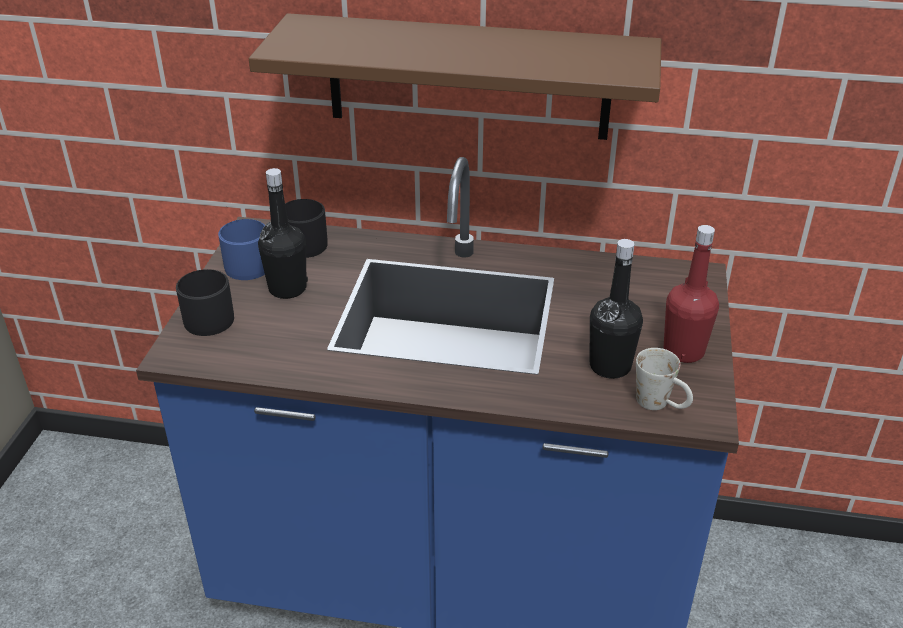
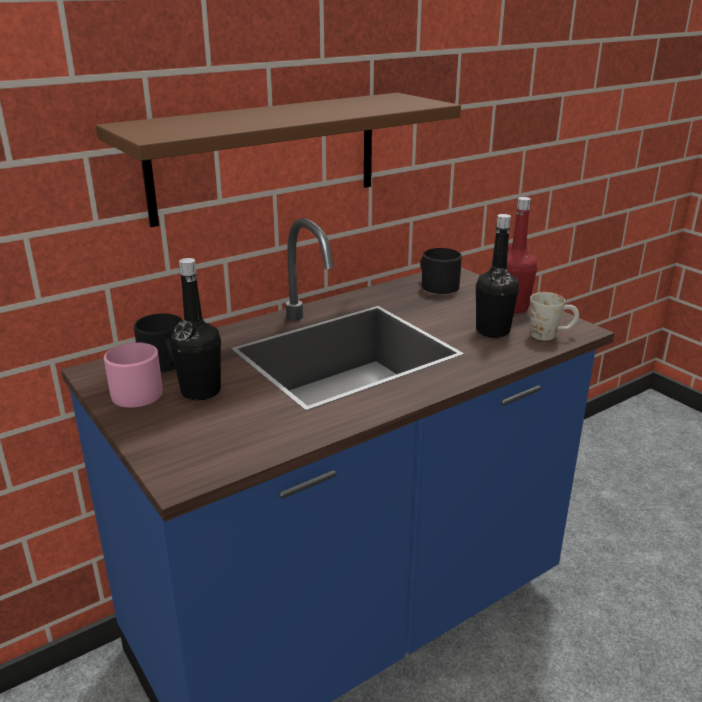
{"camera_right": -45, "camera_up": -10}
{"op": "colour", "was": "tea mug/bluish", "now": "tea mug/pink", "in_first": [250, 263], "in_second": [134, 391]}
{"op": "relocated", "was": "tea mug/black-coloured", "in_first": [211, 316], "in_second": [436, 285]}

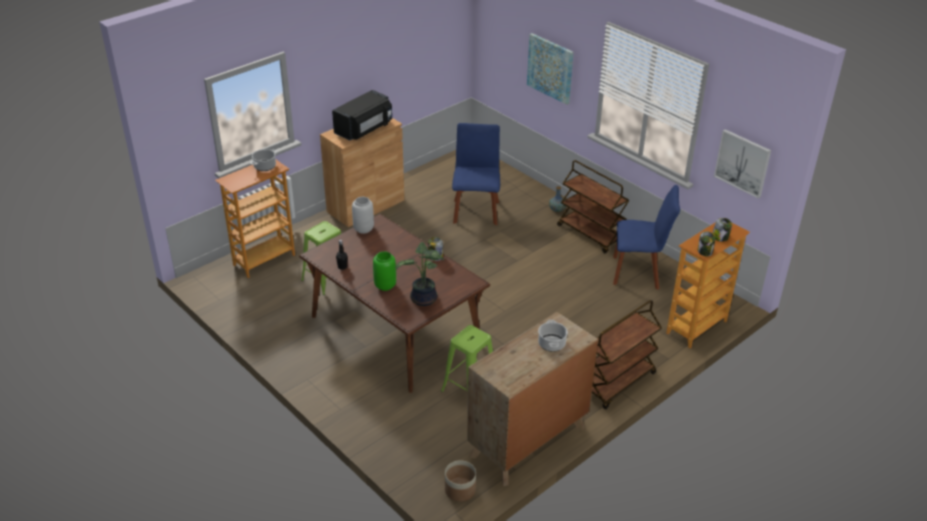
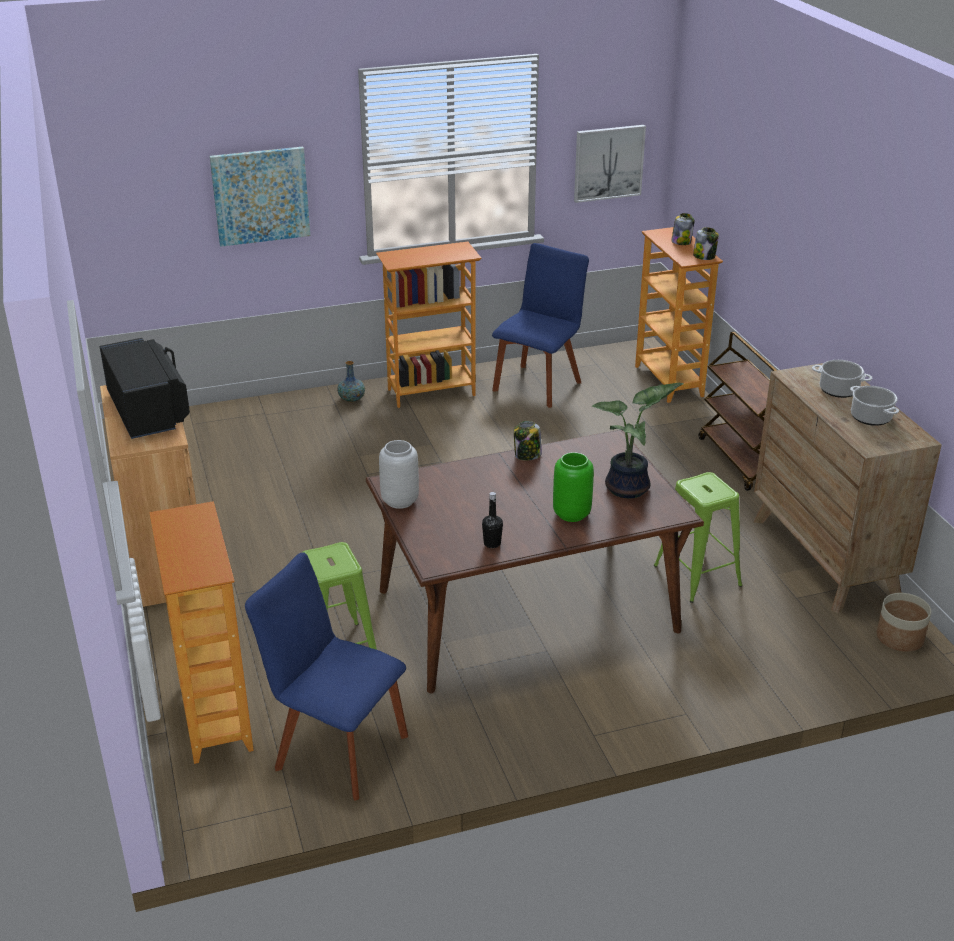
{"camera_right": -65, "camera_up": -5}
{"op": "relocated", "was": "plain chair/bluish", "in_first": [476, 210], "in_second": [336, 749]}
{"op": "relocated", "was": "cooking pot", "in_first": [265, 166], "in_second": [870, 417]}
{"op": "exchanged", "was": "trolley/brownish", "now": "bookcase", "in_first": [591, 234], "in_second": [431, 392]}

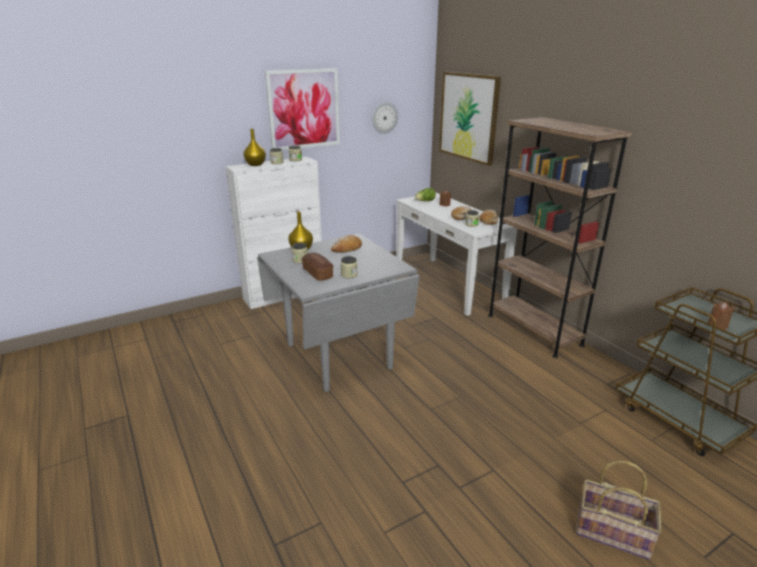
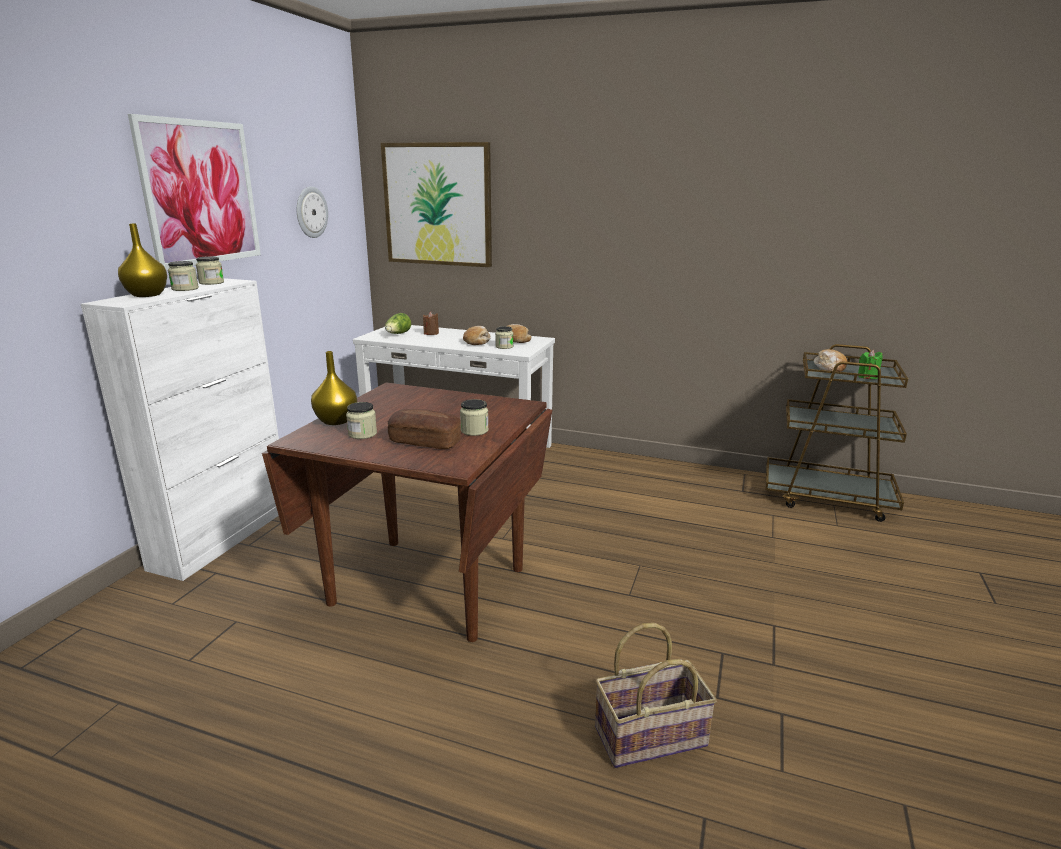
{"camera_right": -40, "camera_up": -5}
{"op": "missing", "was": "bookcase/brownish", "in_first": [533, 330]}
{"op": "colour", "was": "dining table/grey", "now": "dining table/brownish", "in_first": [339, 355], "in_second": [429, 584]}
{"op": "relocated", "was": "bread", "in_first": [347, 249], "in_second": [830, 368]}
{"op": "colour", "was": "wax candle/brownish", "now": "wax candle/green", "in_first": [717, 325], "in_second": [867, 377]}
{"op": "relocated", "was": "household basket", "in_first": [613, 531], "in_second": [650, 734]}

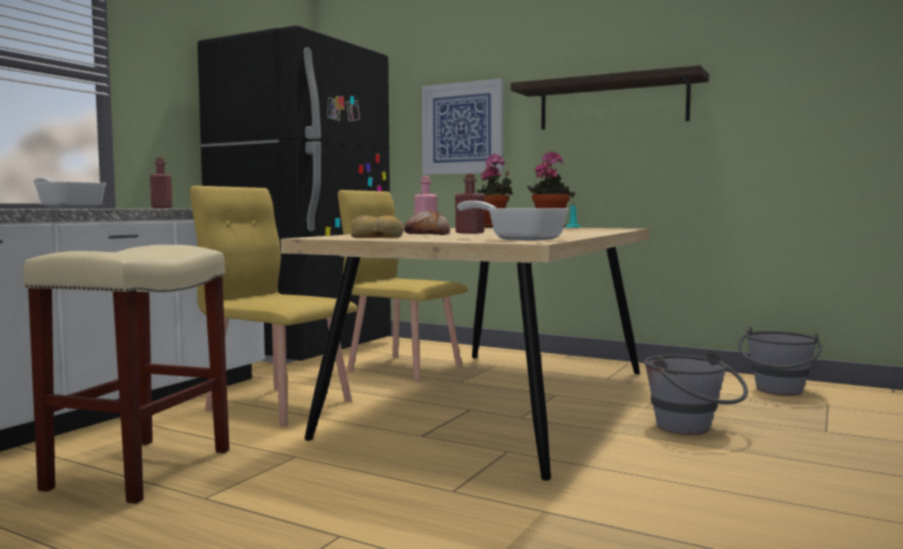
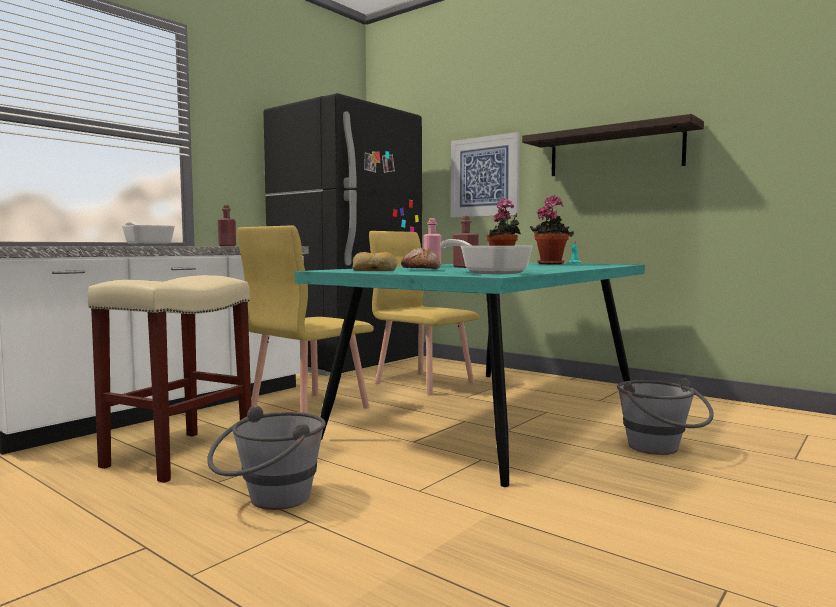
{"camera_right": 10, "camera_up": 0}
{"op": "spun", "was": "plain chair/yellowish", "in_first": [279, 404], "in_second": [308, 409], "clockwise": -90}
{"op": "colour", "was": "dining table/beige-coloured", "now": "dining table/blue-green", "in_first": [499, 400], "in_second": [494, 414]}
{"op": "relocated", "was": "bucket/grey", "in_first": [778, 392], "in_second": [269, 501]}

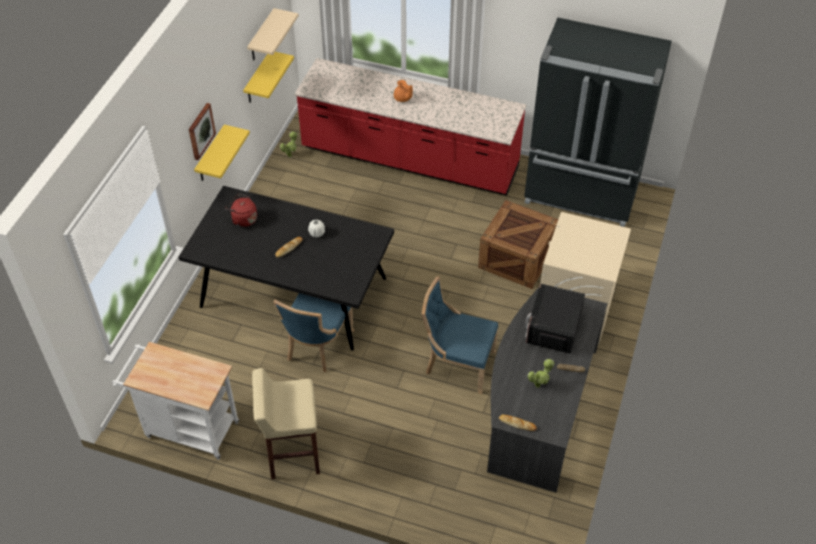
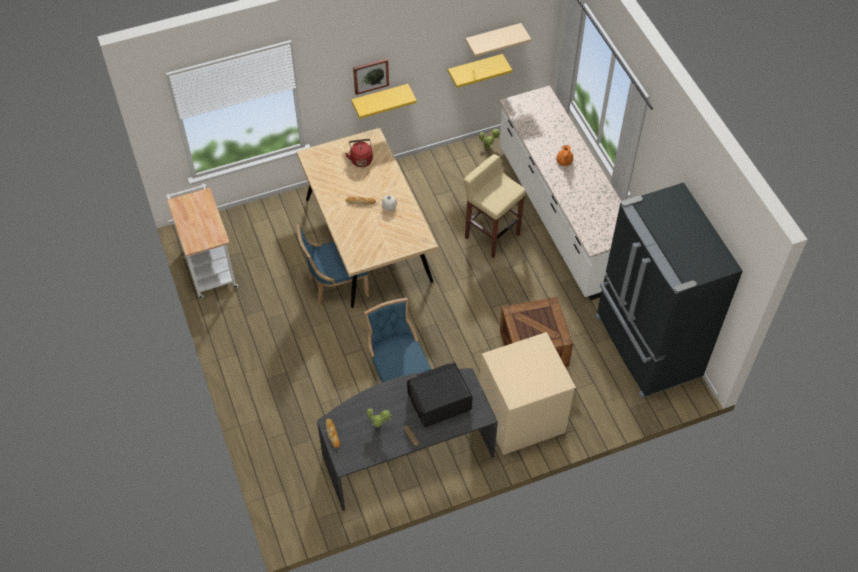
{"camera_right": 50, "camera_up": 5}
{"op": "colour", "was": "counter/red-coloured", "now": "counter/white-coloured", "in_first": [409, 159], "in_second": [561, 216]}
{"op": "colour", "was": "dining table/black-coloured", "now": "dining table/beige-coloured", "in_first": [294, 292], "in_second": [368, 240]}
{"op": "relocated", "was": "sitting stool/beige-coloured", "in_first": [292, 454], "in_second": [491, 235]}

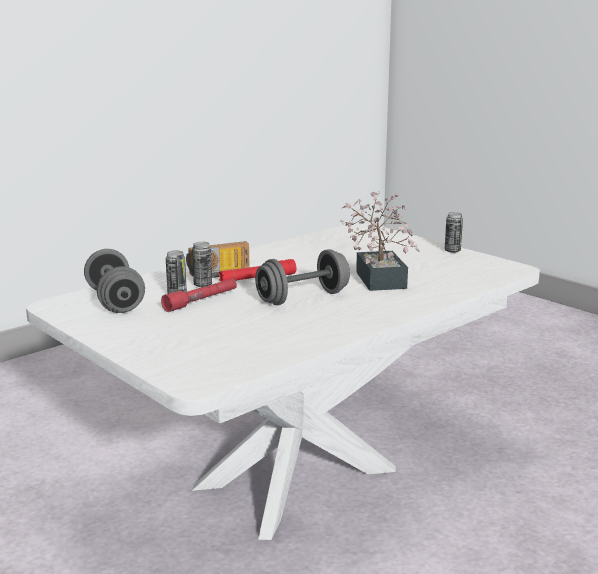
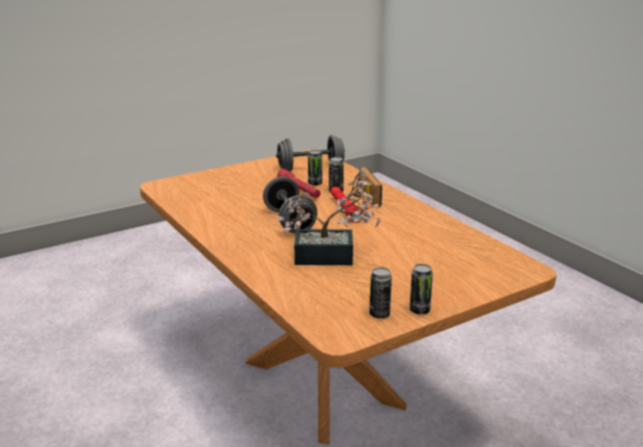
{"camera_right": 100, "camera_up": 5}
{"op": "colour", "was": "dining table/white-coloured", "now": "dining table/brownish", "in_first": [298, 479], "in_second": [322, 383]}
{"op": "appeared", "now": "metal can", "in_second": [379, 314]}

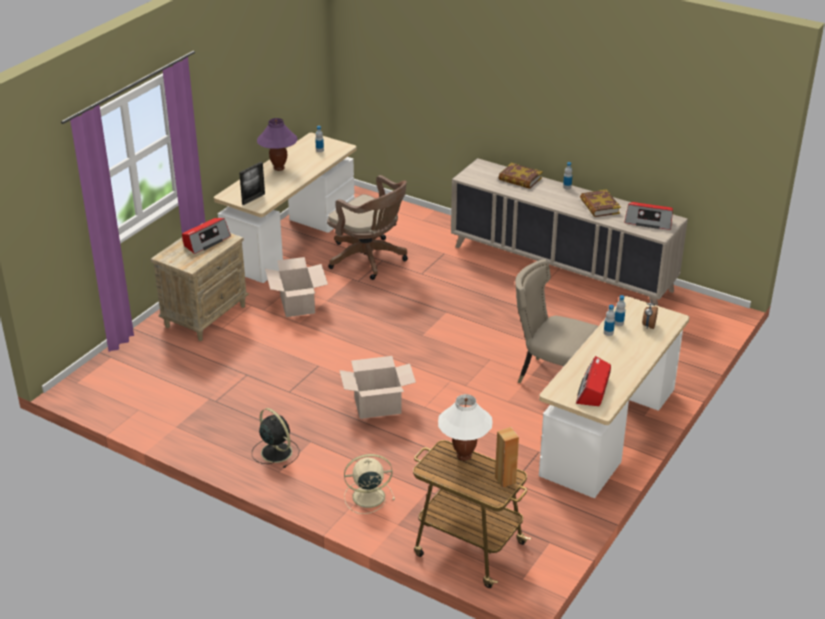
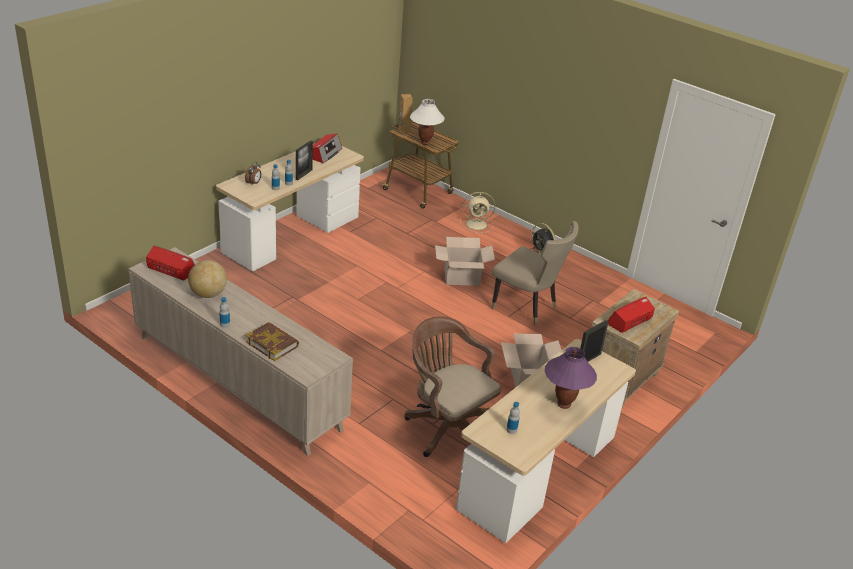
{"camera_right": -175, "camera_up": 0}
{"op": "exchanged", "was": "bound book", "now": "world globe", "in_first": [599, 206], "in_second": [208, 294]}
{"op": "relocated", "was": "plain chair/beige-coloured", "in_first": [550, 377], "in_second": [527, 308]}
{"op": "appeared", "now": "standing frame", "in_second": [304, 174]}

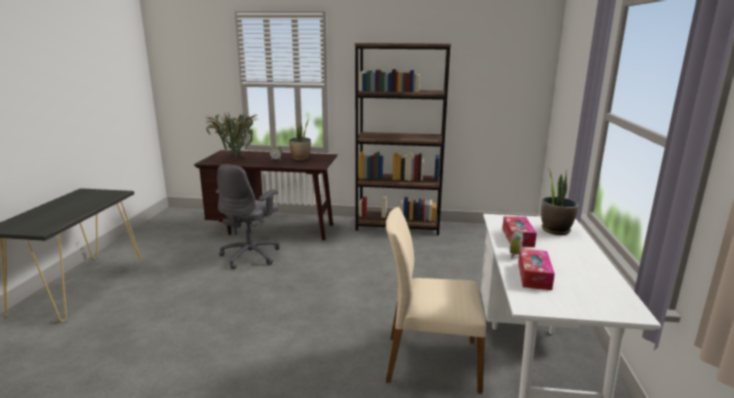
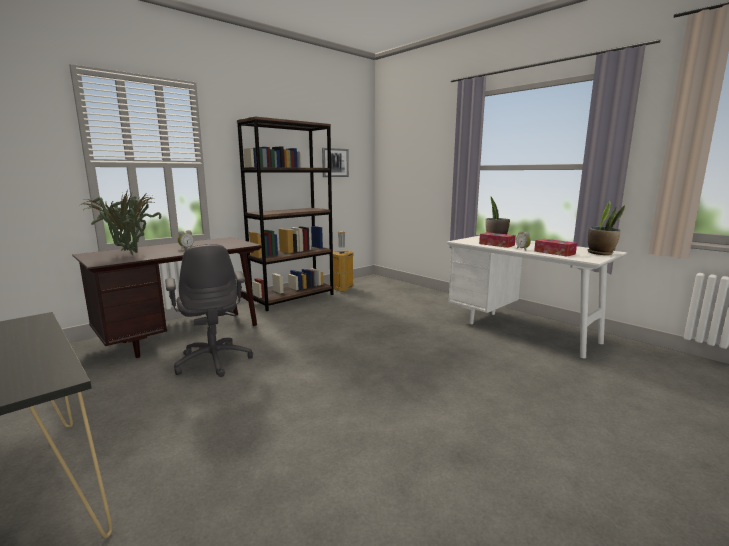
{"camera_right": -50, "camera_up": -5}
{"op": "relocated", "was": "potted plant", "in_first": [300, 158], "in_second": [600, 253]}
{"op": "missing", "was": "plain chair/beige-coloured", "in_first": [431, 361]}
{"op": "appeared", "now": "wall picture", "in_second": [335, 162]}
{"op": "appeared", "now": "trash can", "in_second": [343, 289]}

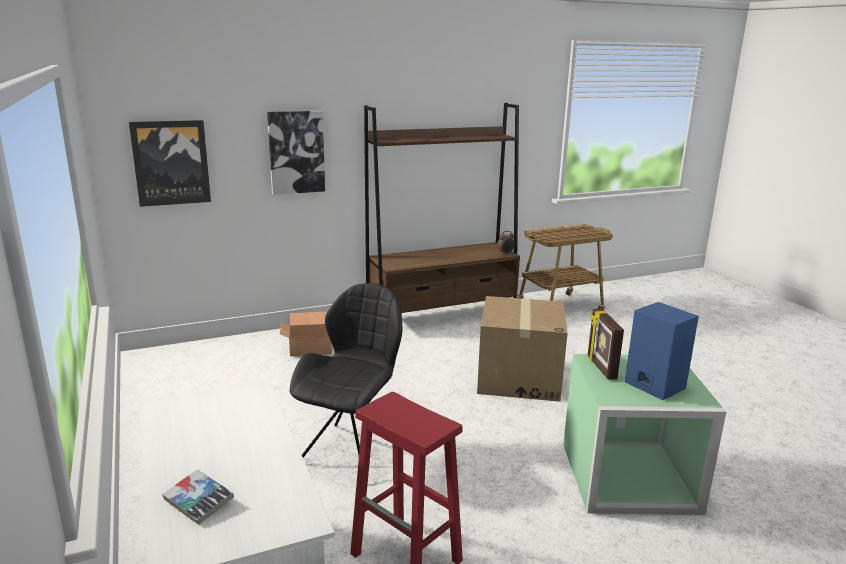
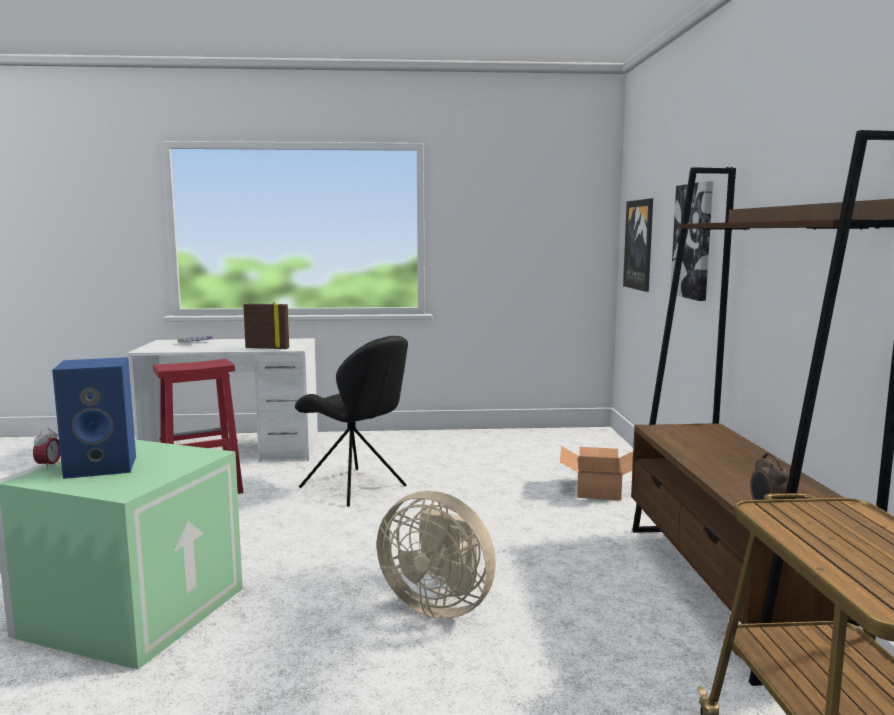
{"camera_right": 110, "camera_up": -10}
{"op": "exchanged", "was": "packing box", "now": "fan/beige-coloured", "in_first": [518, 378], "in_second": [438, 605]}
{"op": "relocated", "was": "standing frame", "in_first": [600, 368], "in_second": [267, 348]}
{"op": "appeared", "now": "bedside clock", "in_second": [49, 466]}

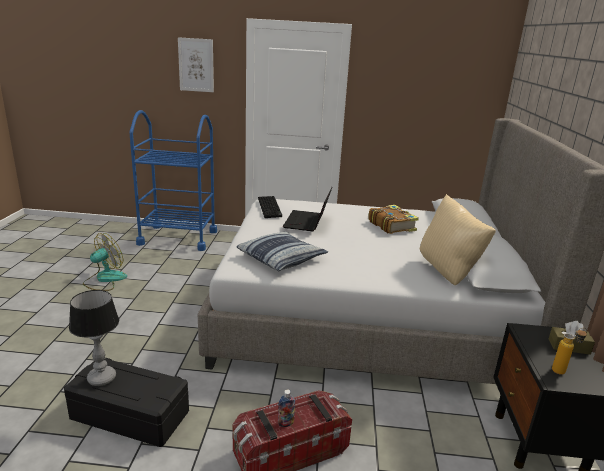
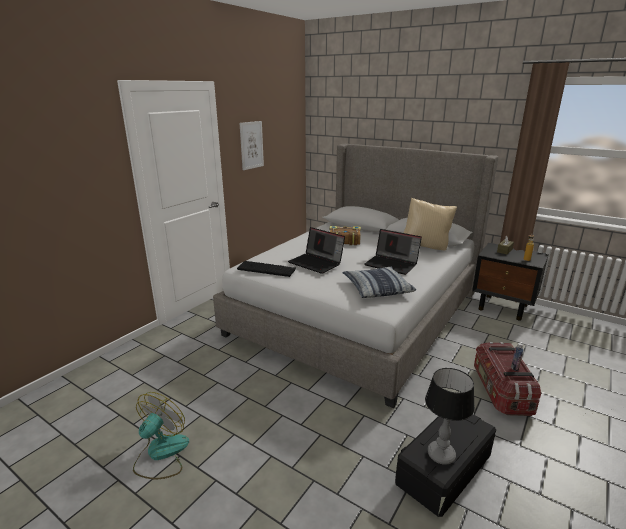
{"camera_right": -60, "camera_up": 0}
{"op": "relocated", "was": "wall picture", "in_first": [196, 65], "in_second": [251, 145]}
{"op": "missing", "was": "trolley/bluish", "in_first": [178, 237]}
{"op": "spun", "was": "fan", "in_first": [104, 279], "in_second": [161, 454], "clockwise": 45}
{"op": "appeared", "now": "notebook computer", "in_second": [392, 264]}

